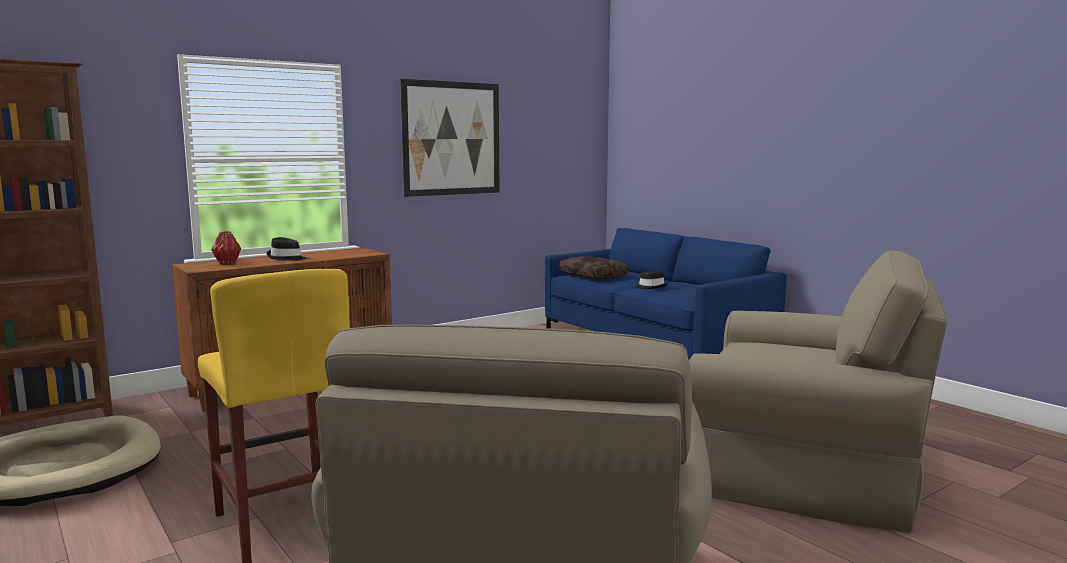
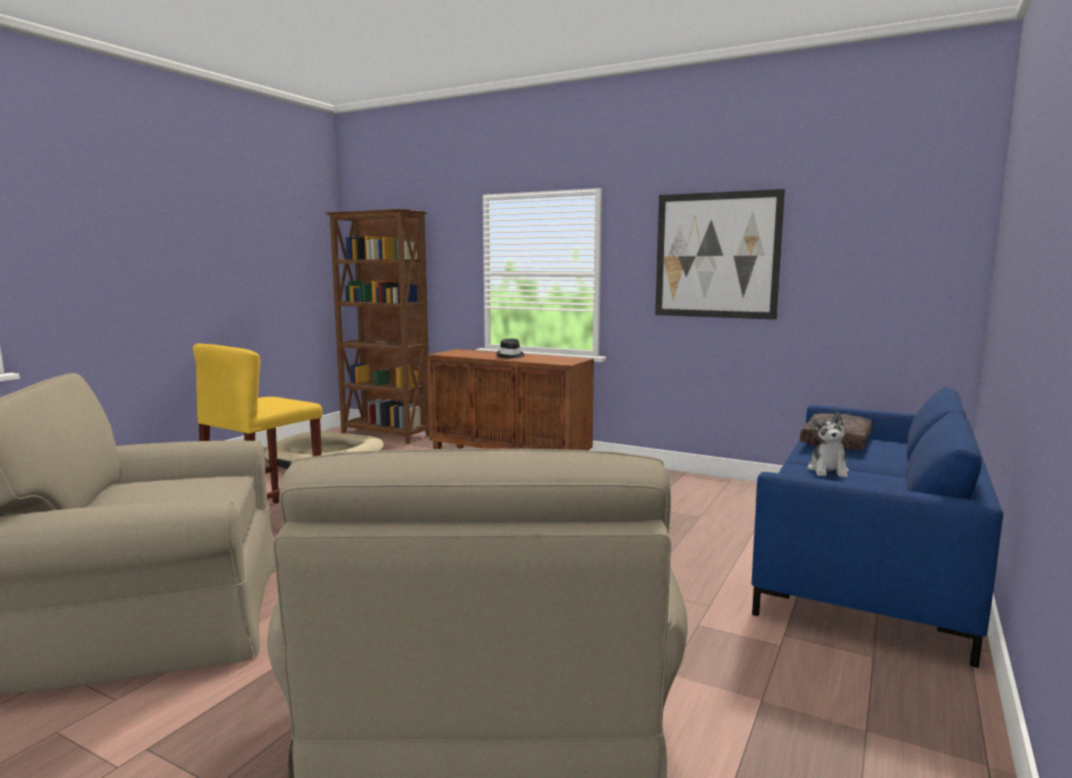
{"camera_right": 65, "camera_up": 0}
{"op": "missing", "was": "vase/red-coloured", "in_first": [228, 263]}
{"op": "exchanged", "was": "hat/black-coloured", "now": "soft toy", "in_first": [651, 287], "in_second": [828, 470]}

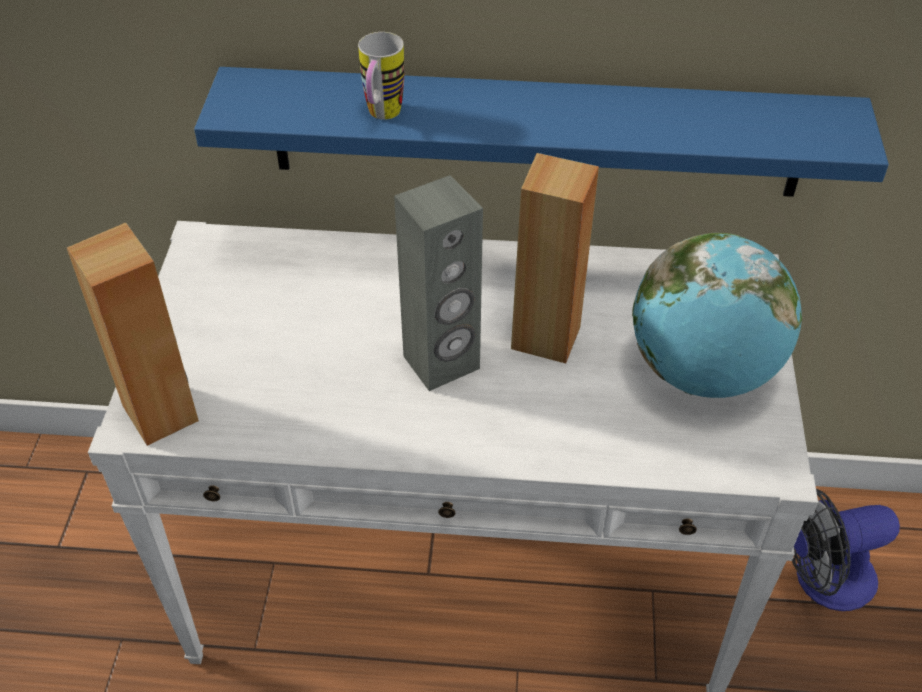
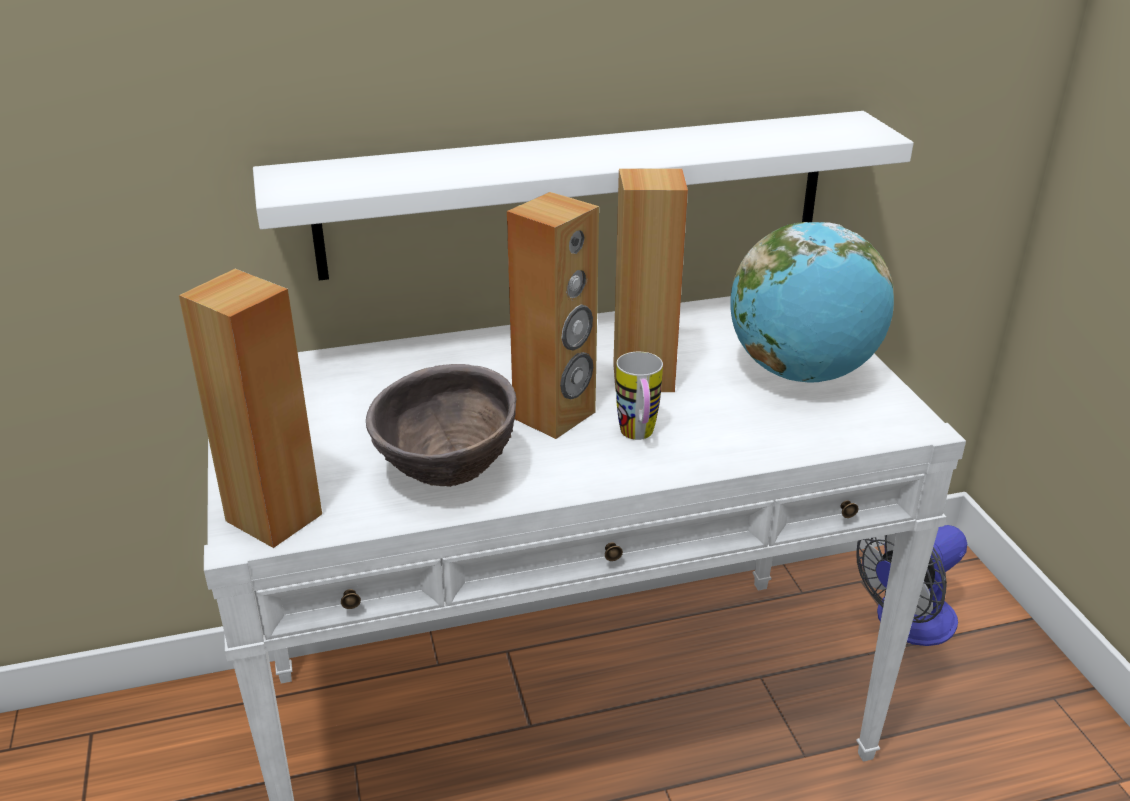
{"camera_right": -20, "camera_up": -15}
{"op": "relocated", "was": "tea mug", "in_first": [381, 117], "in_second": [638, 437]}
{"op": "colour", "was": "shelf/bluish", "now": "shelf/white-coloured", "in_first": [536, 132], "in_second": [577, 194]}
{"op": "colour", "was": "loudspeaker/grey", "now": "loudspeaker/brownish", "in_first": [442, 363], "in_second": [555, 415]}
{"op": "appeared", "now": "serving bowl/brownish", "in_second": [447, 475]}

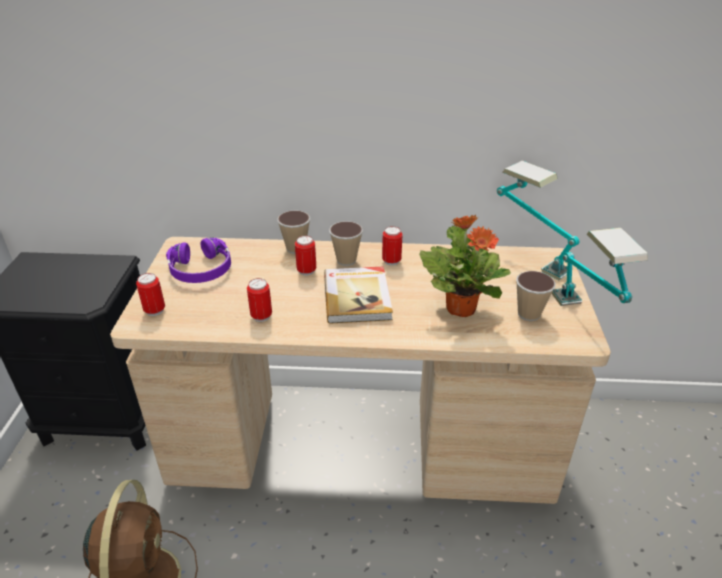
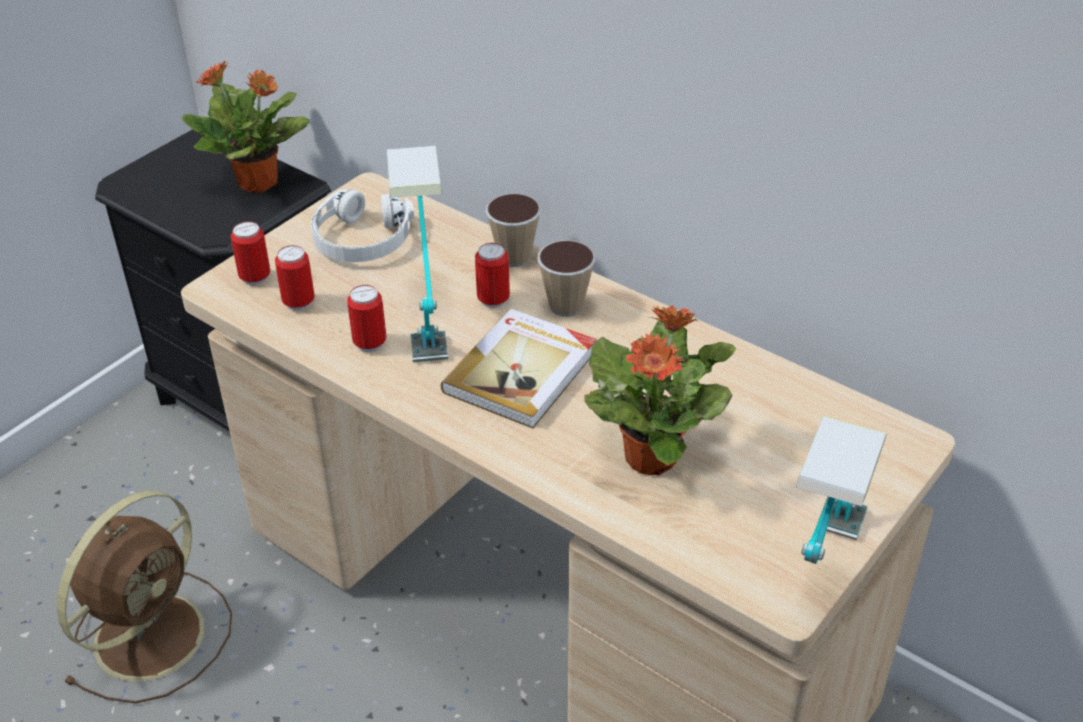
{"camera_right": 35, "camera_up": 5}
{"op": "relocated", "was": "lamp for a table", "in_first": [527, 258], "in_second": [425, 312]}
{"op": "relocated", "was": "metal can", "in_first": [391, 261], "in_second": [299, 303]}
{"op": "colour", "was": "pair of headphones/purple-coloured", "now": "pair of headphones/white-coloured", "in_first": [201, 269], "in_second": [361, 240]}
{"op": "missing", "was": "small cup", "in_first": [529, 314]}
{"op": "appeared", "now": "potted plant", "in_second": [259, 183]}

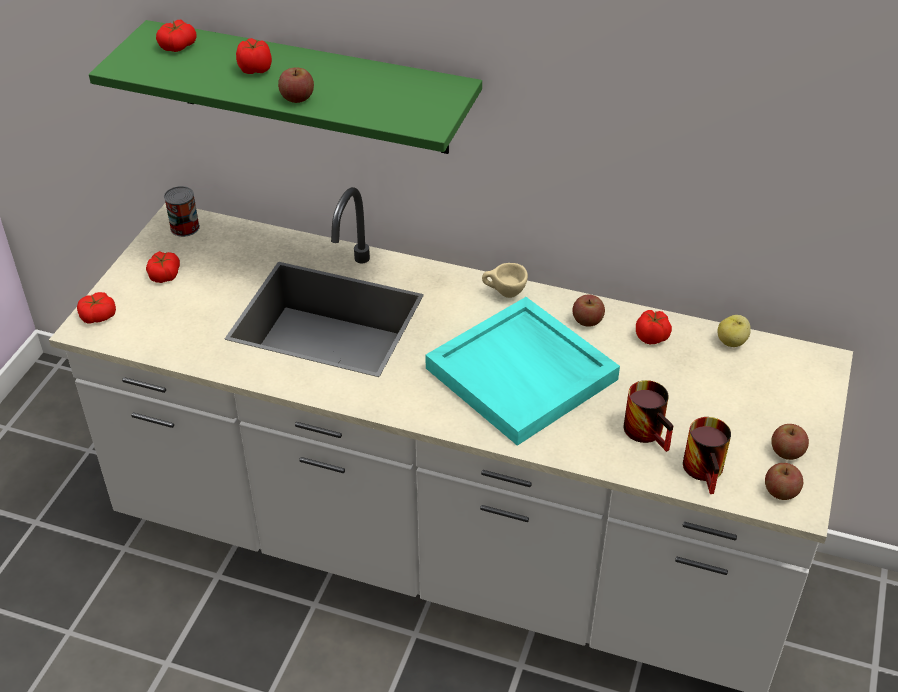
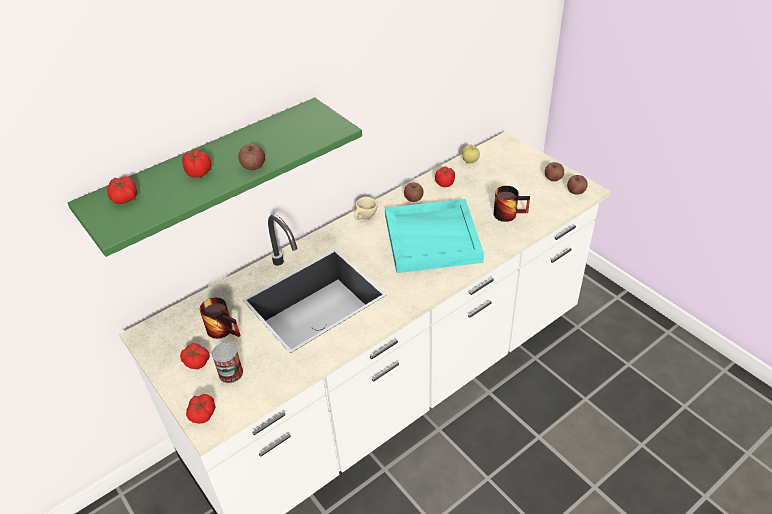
{"camera_right": -55, "camera_up": 0}
{"op": "relocated", "was": "metal can", "in_first": [185, 227], "in_second": [231, 373]}
{"op": "relocated", "was": "tea mug", "in_first": [708, 471], "in_second": [225, 328]}

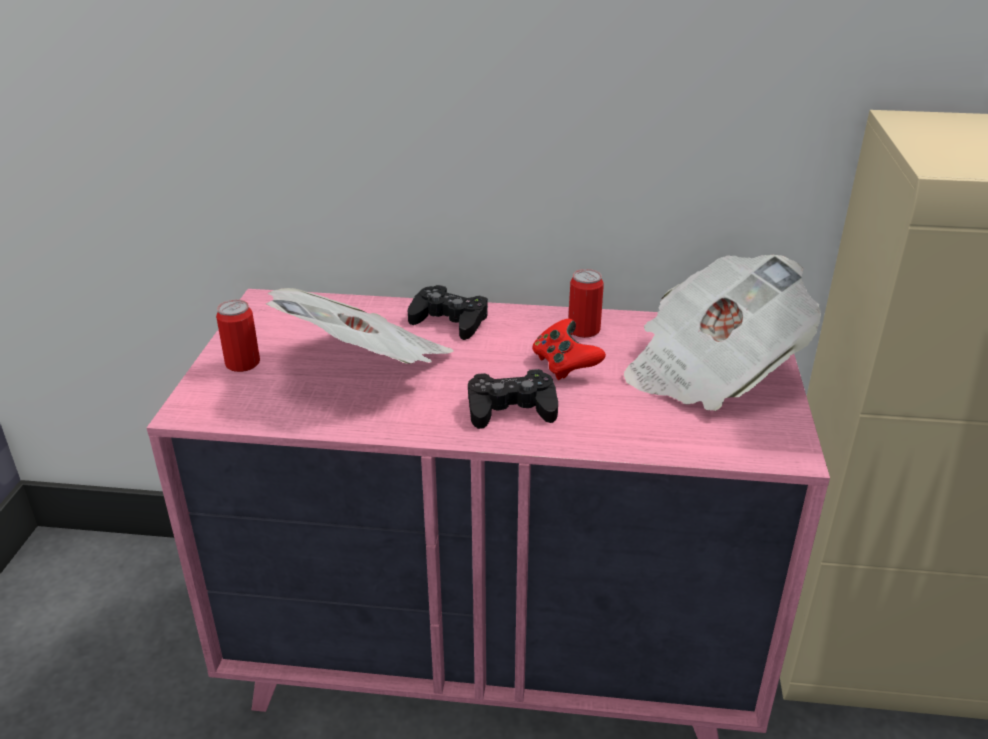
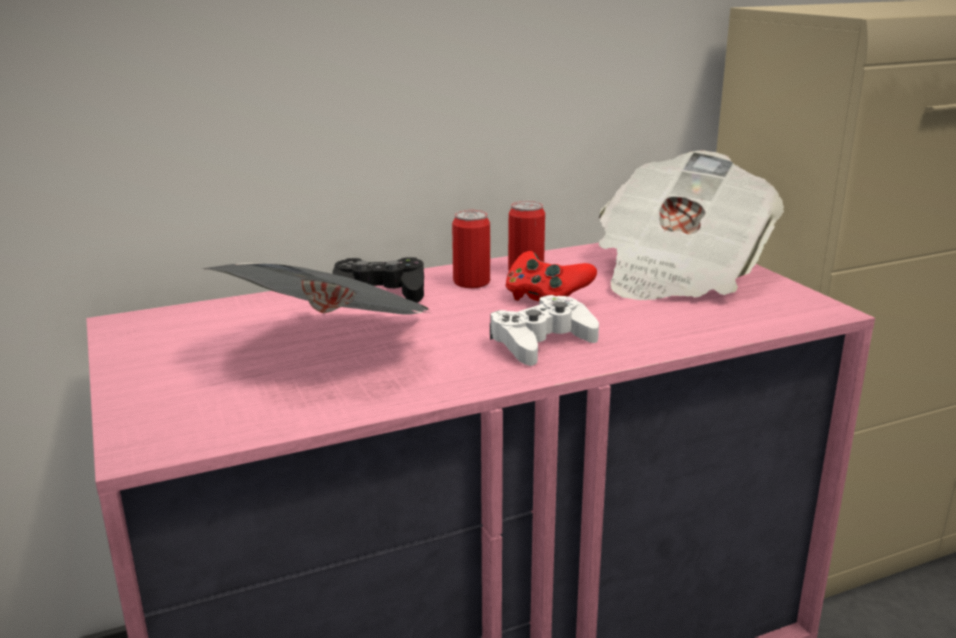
{"camera_right": -30, "camera_up": -10}
{"op": "relocated", "was": "metal can", "in_first": [242, 363], "in_second": [471, 282]}
{"op": "colour", "was": "joypad/black-coloured", "now": "joypad/white-coloured", "in_first": [511, 408], "in_second": [541, 342]}

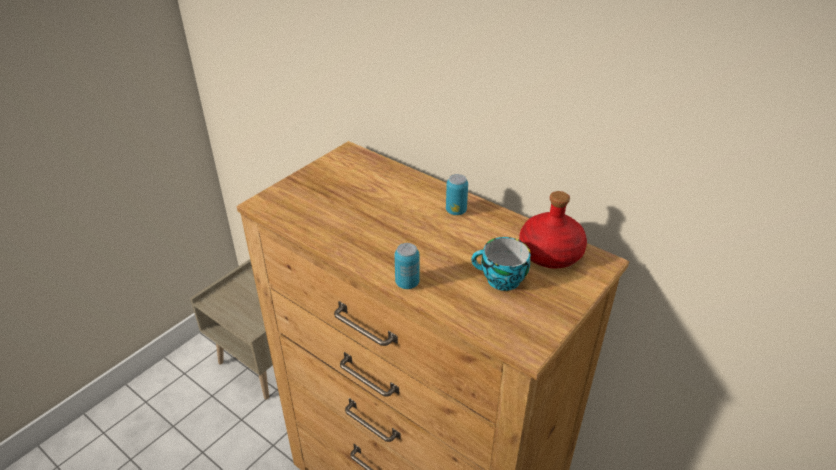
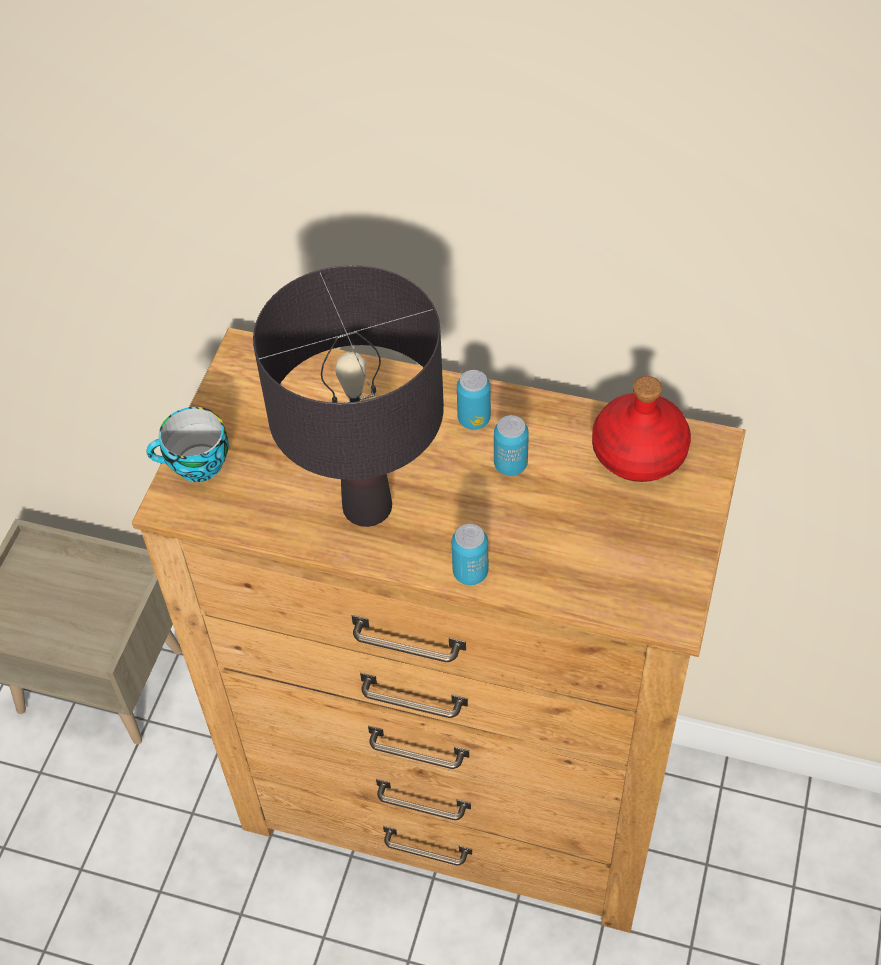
{"camera_right": -20, "camera_up": 15}
{"op": "relocated", "was": "small cup", "in_first": [500, 280], "in_second": [196, 466]}
{"op": "appeared", "now": "lamp for a table/black-coloured", "in_second": [366, 507]}
{"op": "appeared", "now": "metal can", "in_second": [510, 465]}

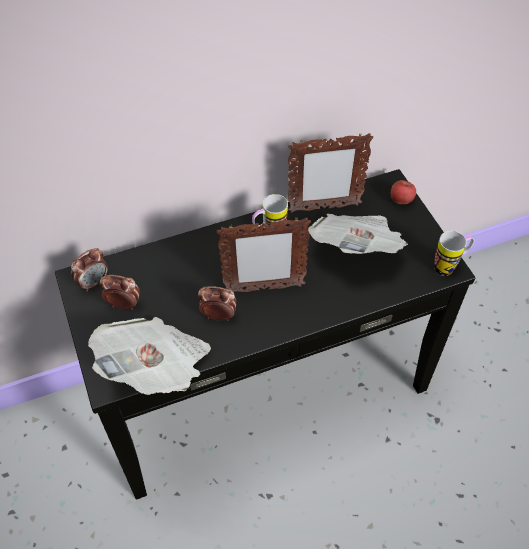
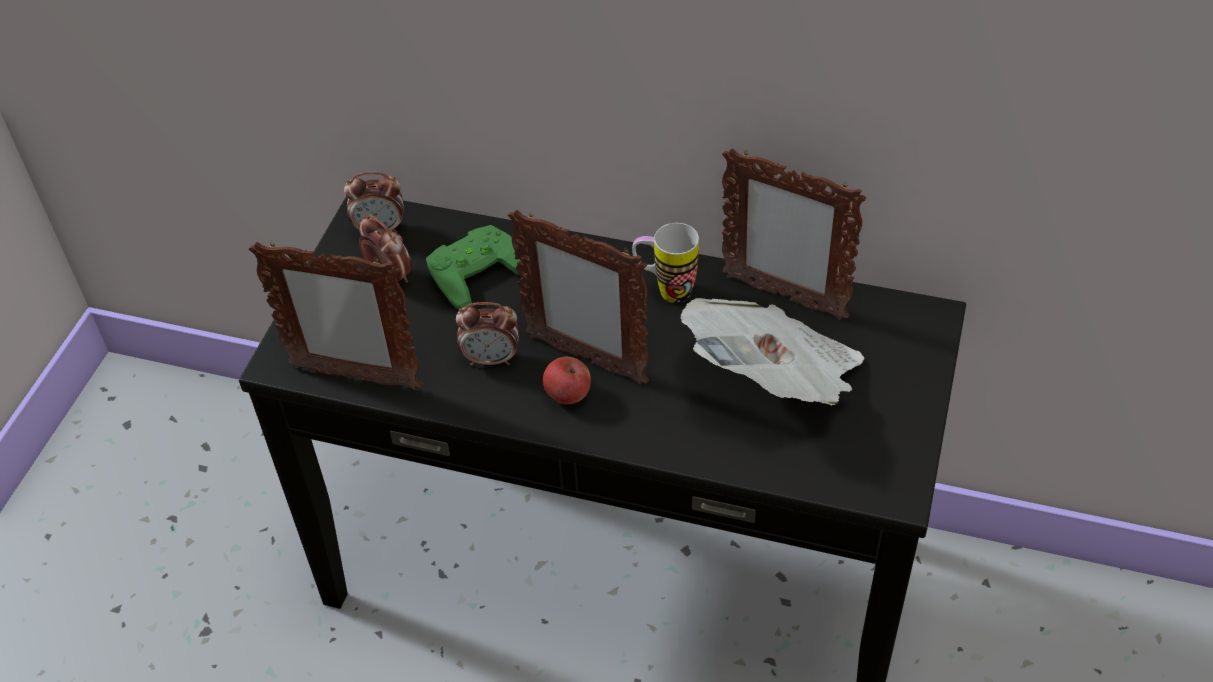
{"camera_right": 40, "camera_up": -5}
{"op": "relocated", "was": "whole apple", "in_first": [401, 200], "in_second": [568, 395]}
{"op": "missing", "was": "tea mug", "in_first": [449, 266]}
{"op": "spun", "was": "bedside clock", "in_first": [218, 316], "in_second": [491, 359], "clockwise": 135}
{"op": "exchanged", "was": "printed paper", "now": "standing frame", "in_first": [156, 367], "in_second": [354, 377]}
{"op": "appeared", "now": "joypad/green", "in_second": [474, 268]}

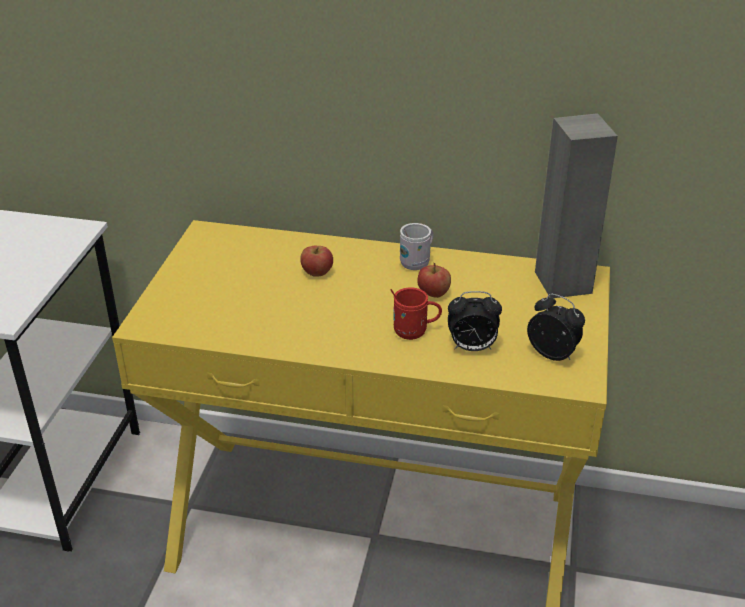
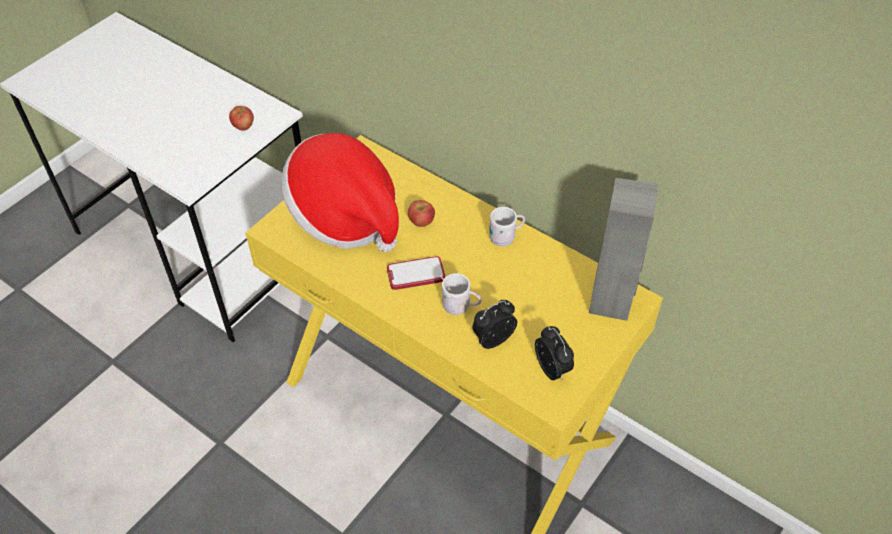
{"camera_right": 25, "camera_up": 15}
{"op": "relocated", "was": "whole apple", "in_first": [433, 294], "in_second": [243, 126]}
{"op": "colour", "was": "tea mug/red-coloured", "now": "tea mug/white-coloured", "in_first": [415, 332], "in_second": [460, 307]}
{"op": "spun", "was": "bedside clock", "in_first": [471, 348], "in_second": [493, 339], "clockwise": 120}
{"op": "appeared", "now": "hat", "in_second": [345, 216]}
{"op": "appeared", "now": "telephone", "in_second": [416, 274]}

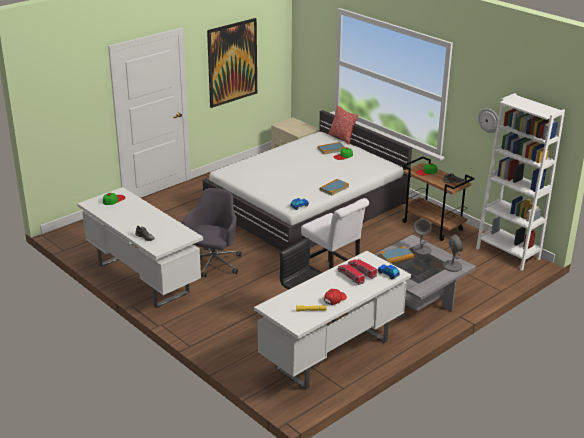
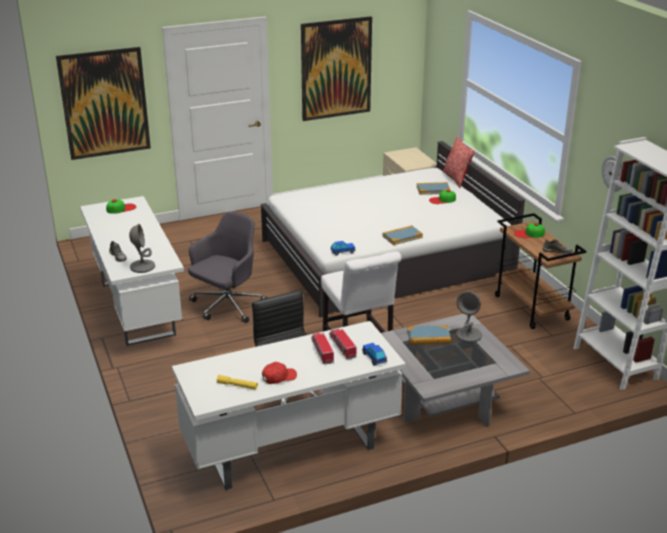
{"camera_right": 20, "camera_up": 0}
{"op": "relocated", "was": "lamp for a table/grey", "in_first": [452, 266], "in_second": [142, 266]}
{"op": "appeared", "now": "wall picture", "in_second": [104, 103]}

